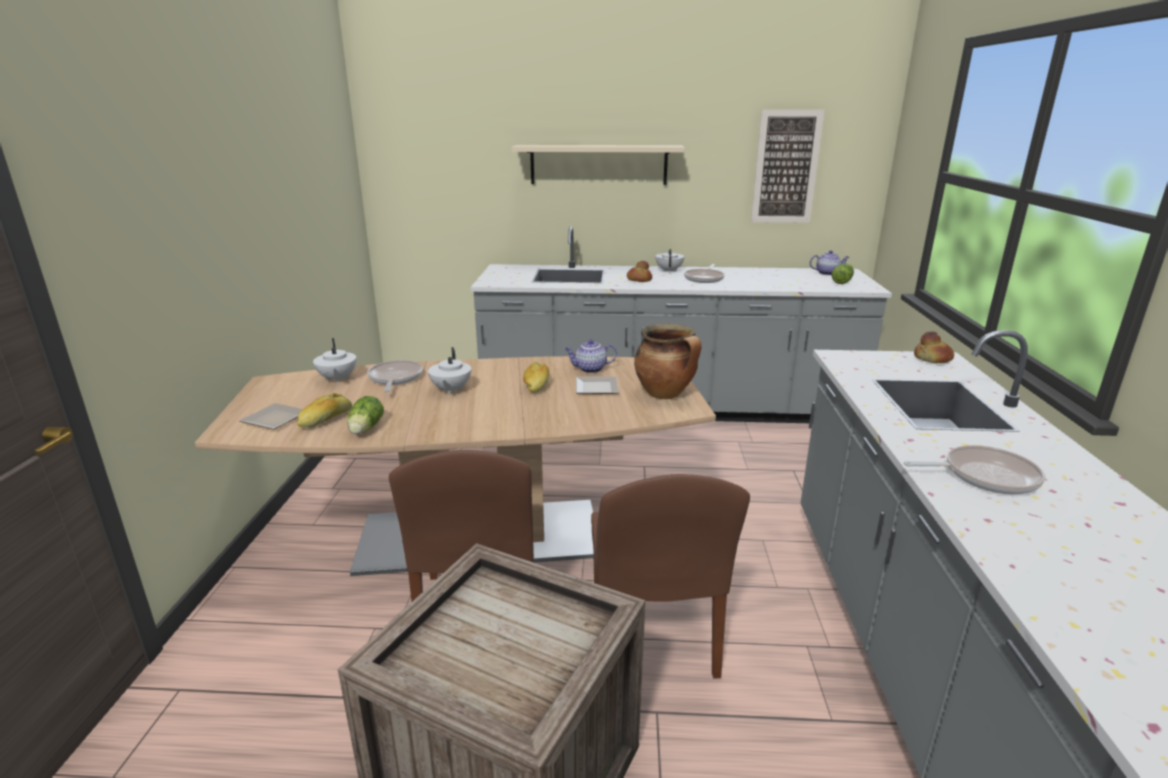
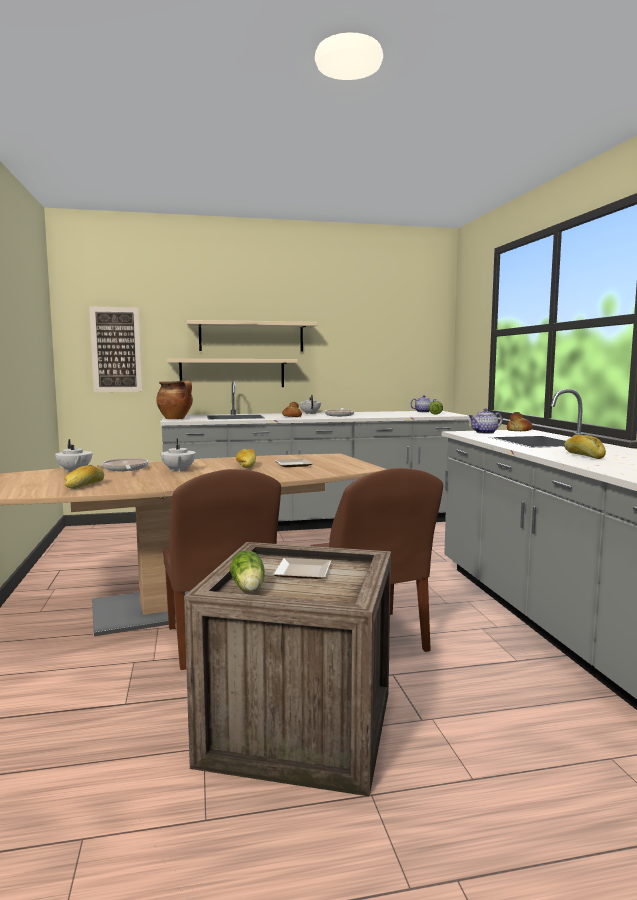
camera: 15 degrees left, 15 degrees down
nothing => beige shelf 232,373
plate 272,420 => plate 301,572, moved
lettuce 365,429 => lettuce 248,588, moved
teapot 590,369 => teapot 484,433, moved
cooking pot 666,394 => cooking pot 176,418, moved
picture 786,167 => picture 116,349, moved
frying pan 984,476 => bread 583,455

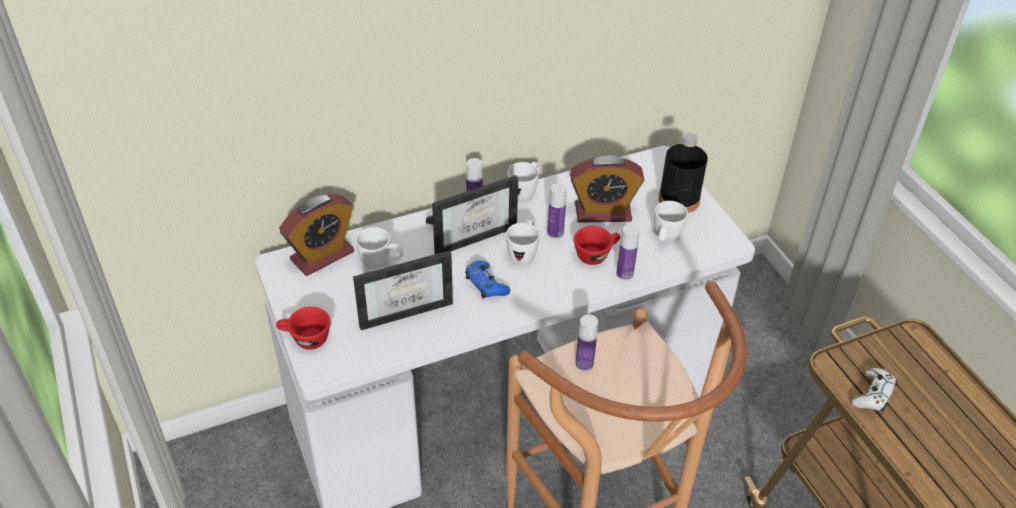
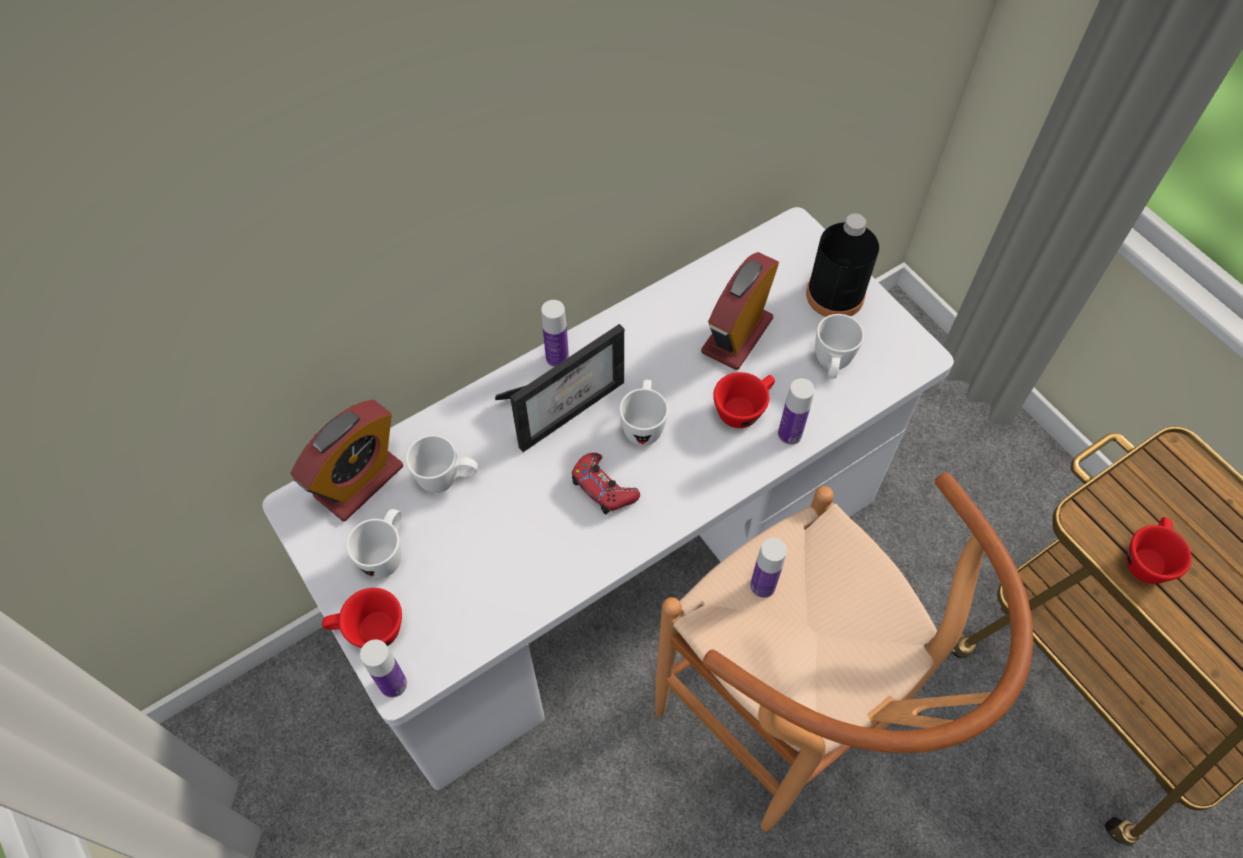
camera: 10 degrees left, 15 degrees up
picture frame 405,308 => nothing
white mug 525,192 => white mug 387,554, moved
bottle 555,233 => bottle 393,684, moved
white game controller 872,394 => red cup 1146,558
blue game controller 486,284 => red game controller 603,487
alarm clock 603,212 => alarm clock 737,335, 135 degrees clockwise

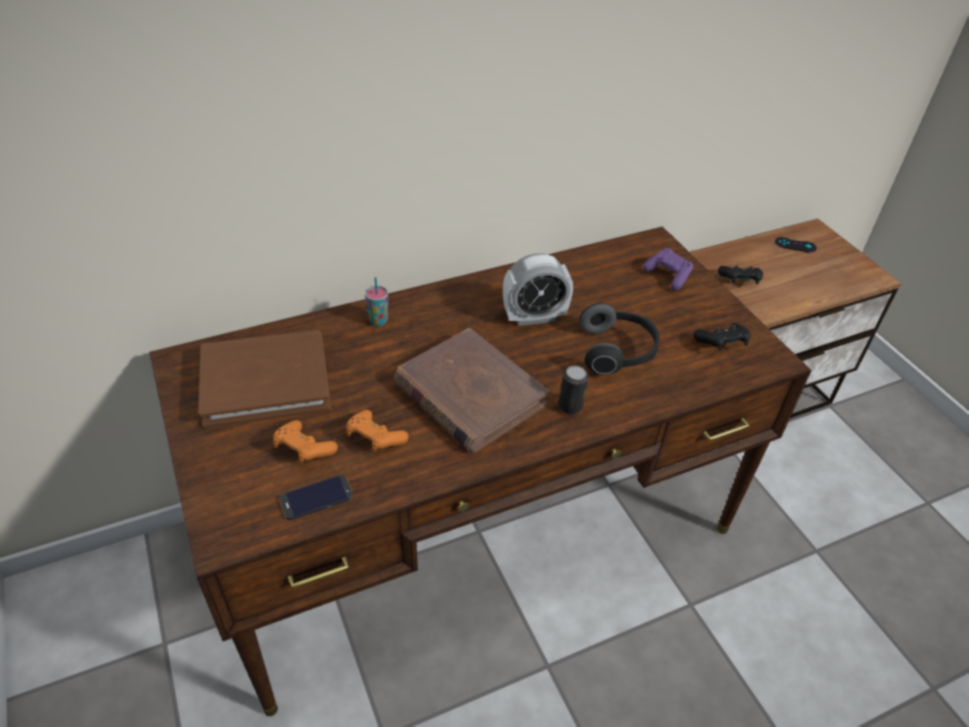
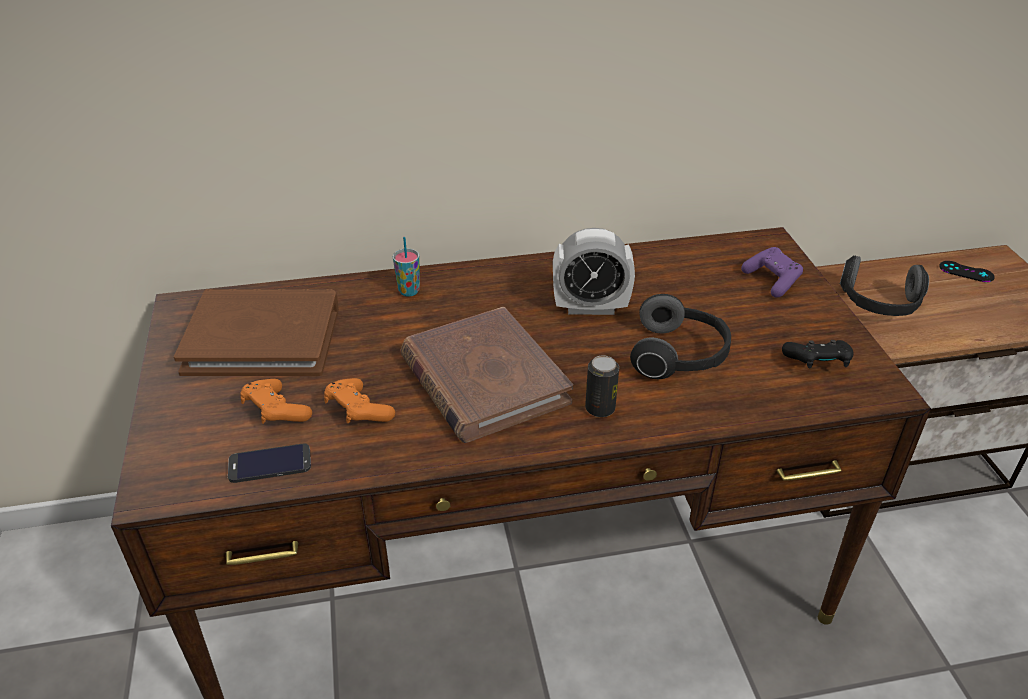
camera: 15 degrees right, 5 degrees down
black game controller 739,281 => headphones 879,305

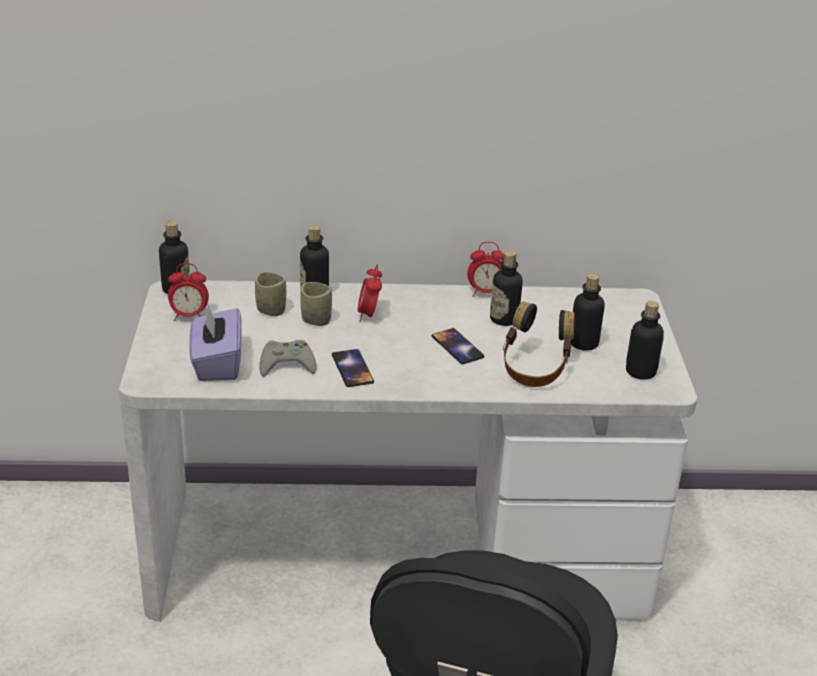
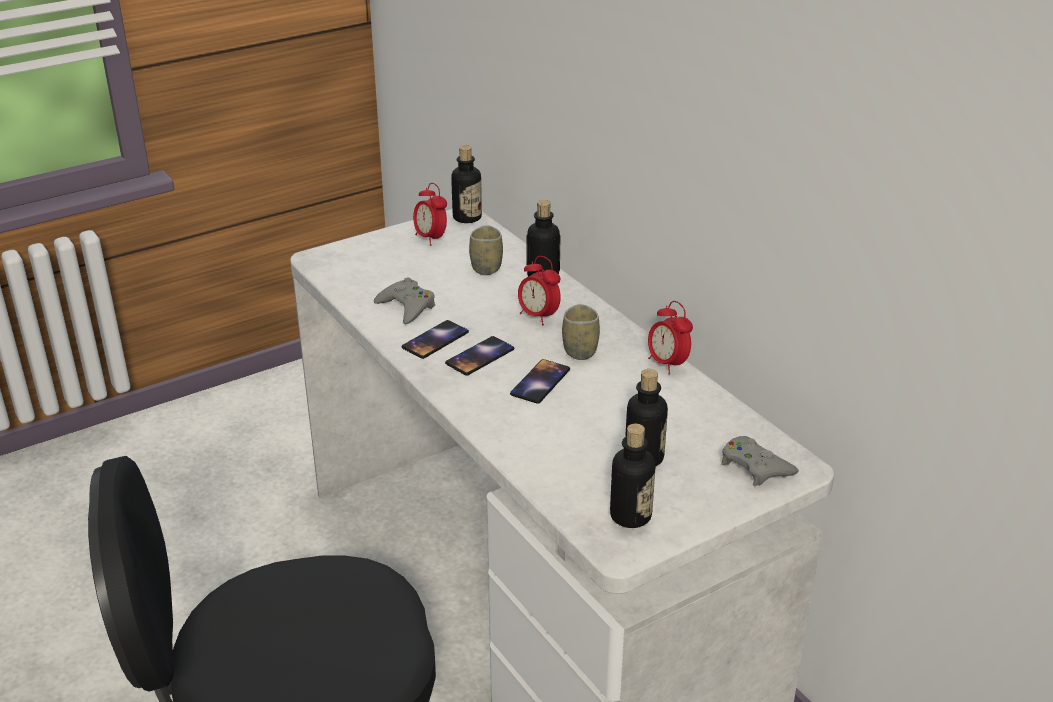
camera: 60 degrees right, 0 degrees up
purple tissue box 217,364 => nothing
bottle 504,319 => nothing
headphones 535,370 => nothing
nothing => phone 480,356
nothing => grey game controller 755,467
cup 316,320 => cup 580,351, moved
alarm clock 369,315 => alarm clock 538,316, 105 degrees counterclockwise

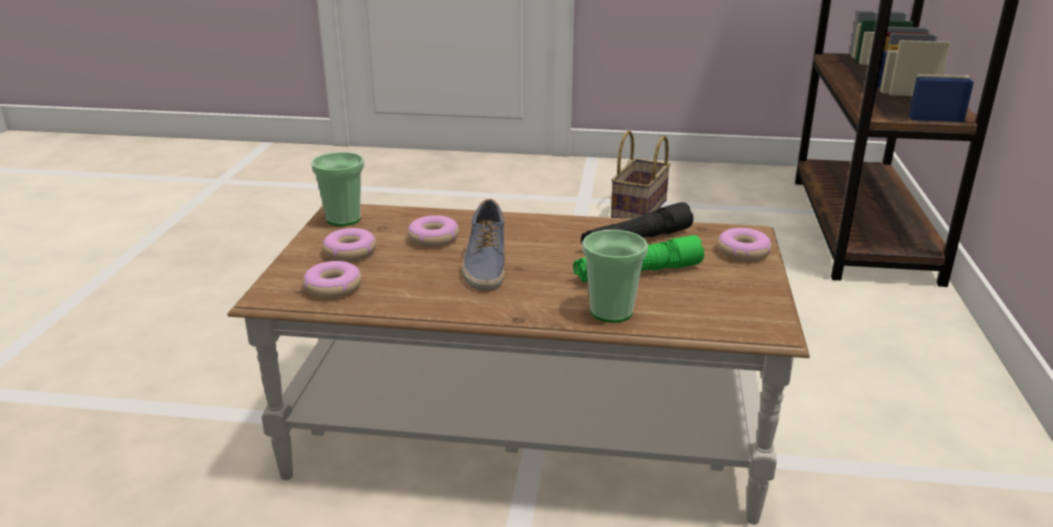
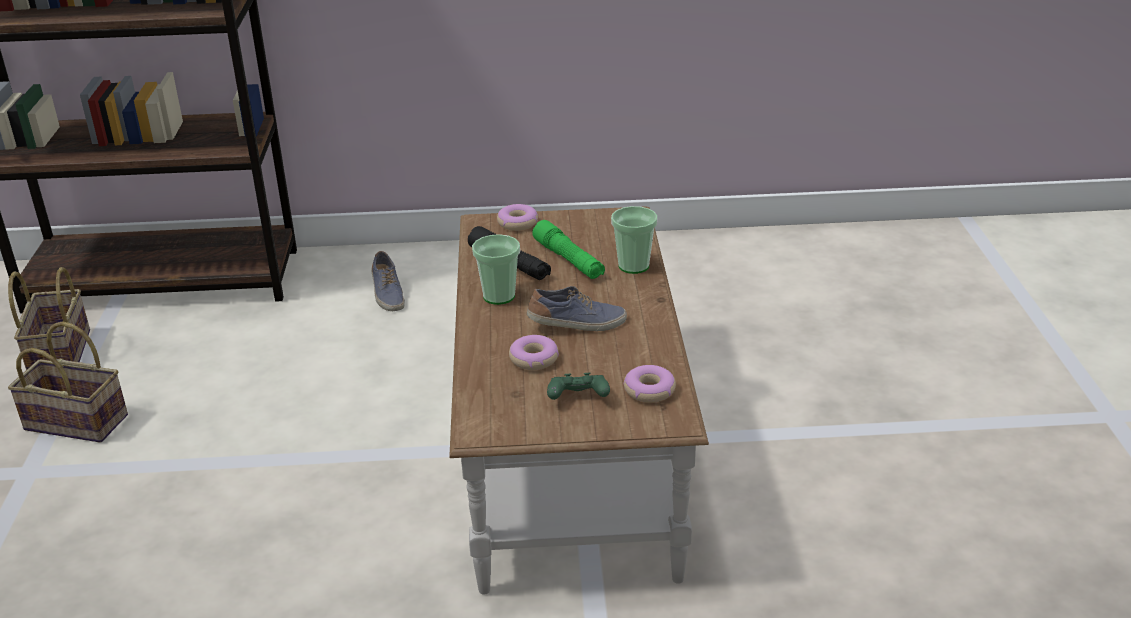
camera: 100 degrees left, 5 degrees up
nothing => basket 59,353
nothing => shoe 387,294
cup 343,219 => cup 499,296, moved
donut 350,252 => green game controller 578,399

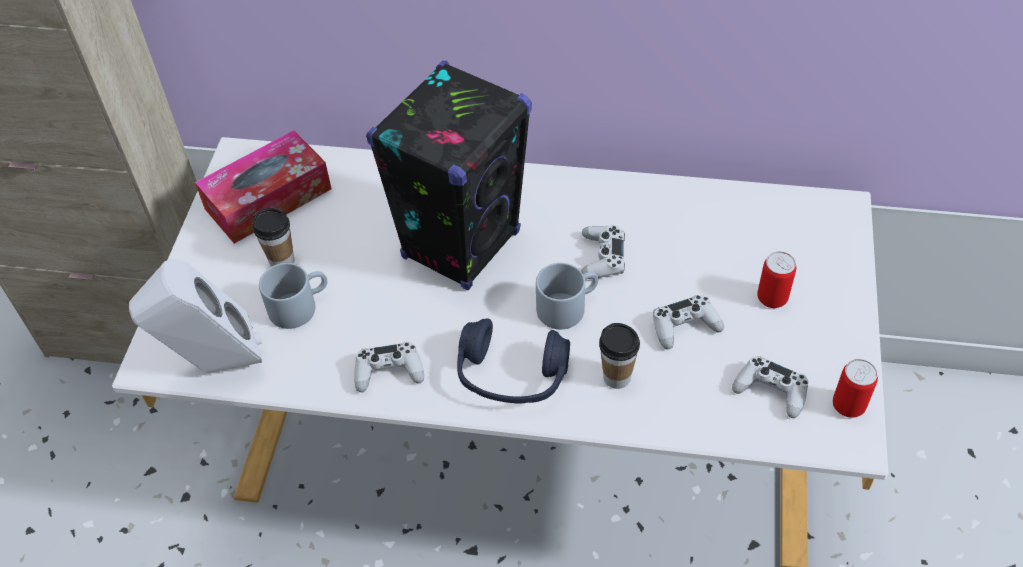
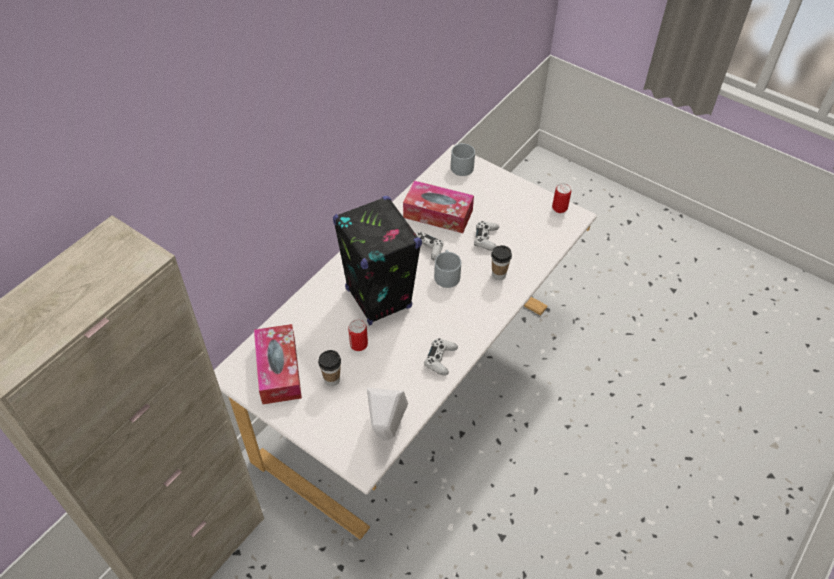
camera: 65 degrees left, 0 degrees up
blue headphones 511,375 => nothing
white game controller 771,391 => nothing
nothing => tissue box 438,214
grey mug 299,305 => grey mug 461,165, moved
can 772,298 => can 359,345, moved

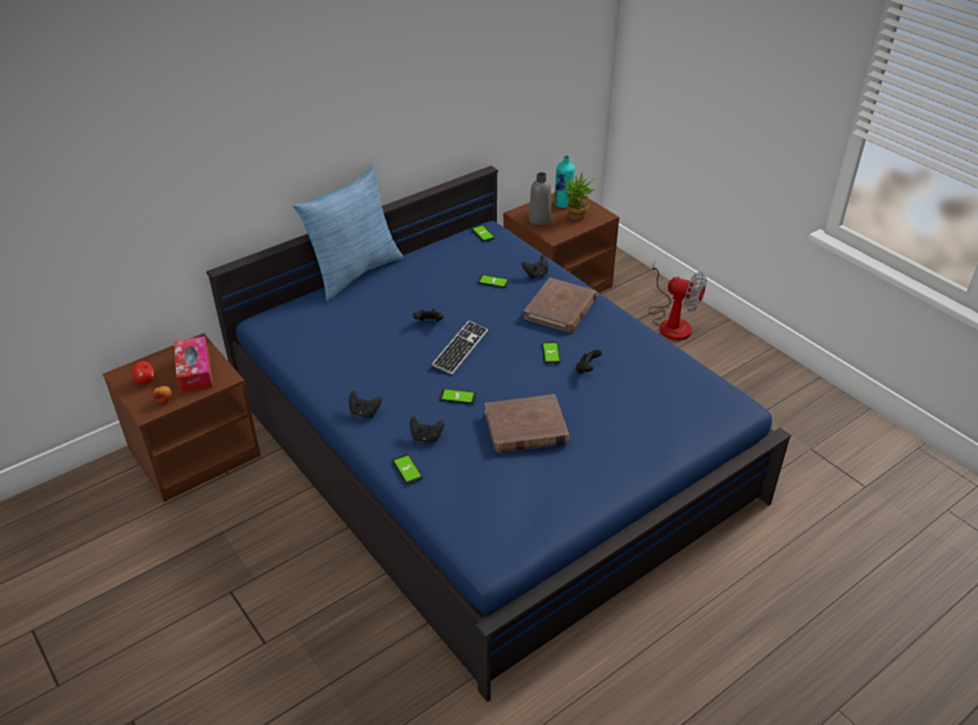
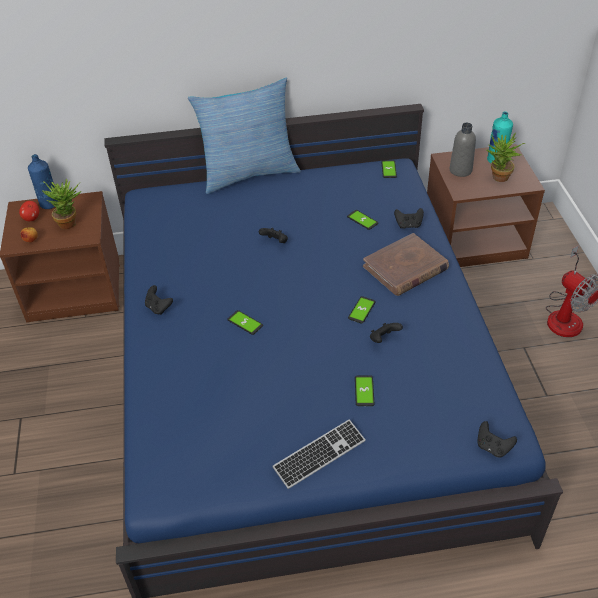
camera: 30 degrees right, 5 degrees up
brown book 526,428 => nothing
nothing => blue bottle 49,204
phone 407,469 => phone 364,391, moved
black game controller 426,437 => black game controller 493,447, moved
keyboard 460,349 => keyboard 319,455, moved
tissue box 195,371 => potted plant 70,222

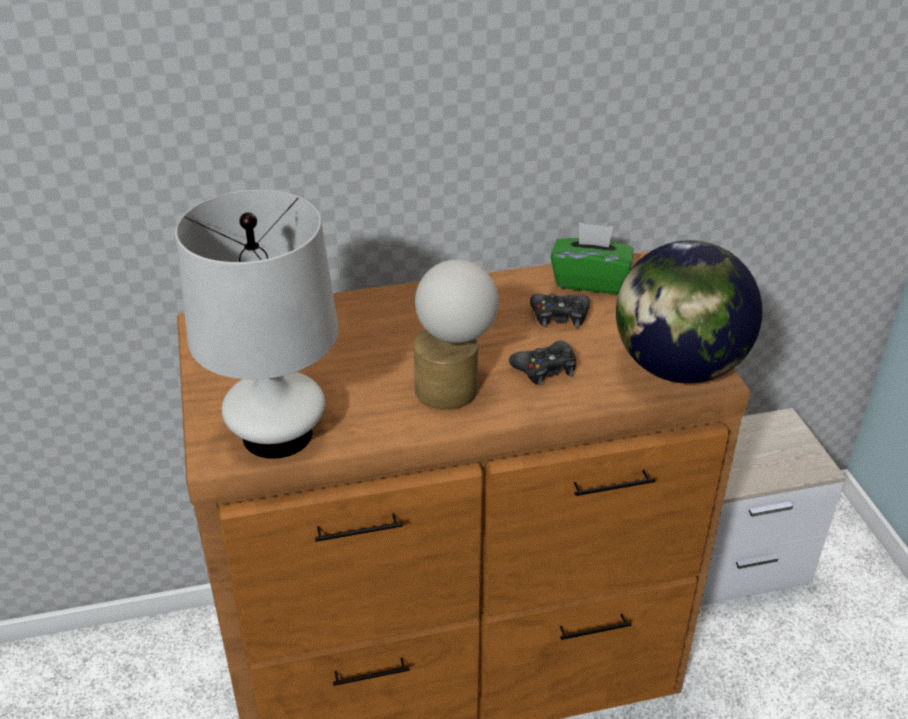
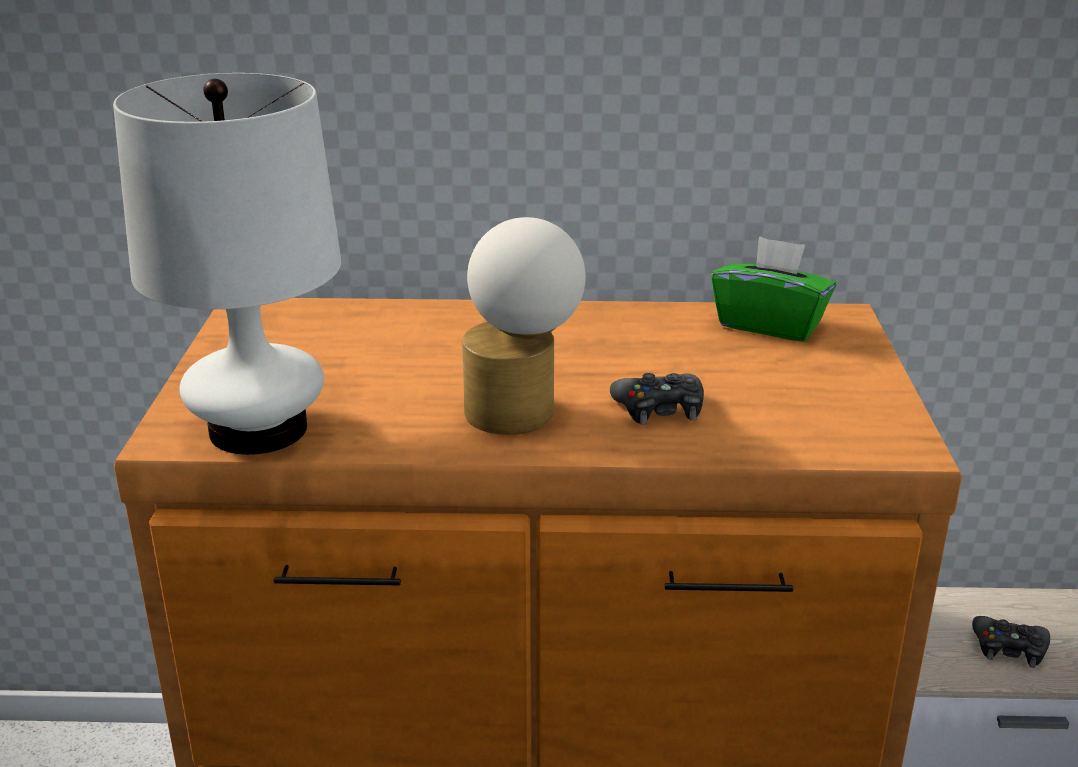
camera: 15 degrees right, 10 degrees down
globe 677,368 => nothing
black game controller 559,316 => black game controller 1009,648, moved

